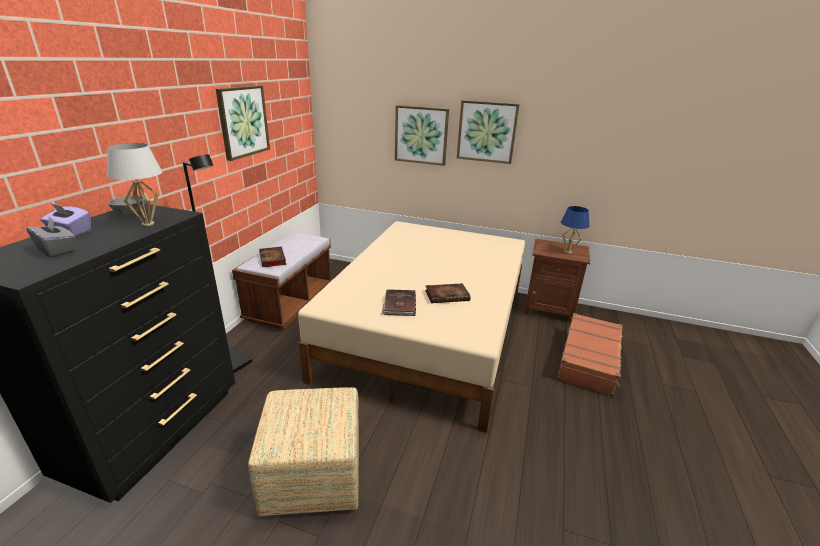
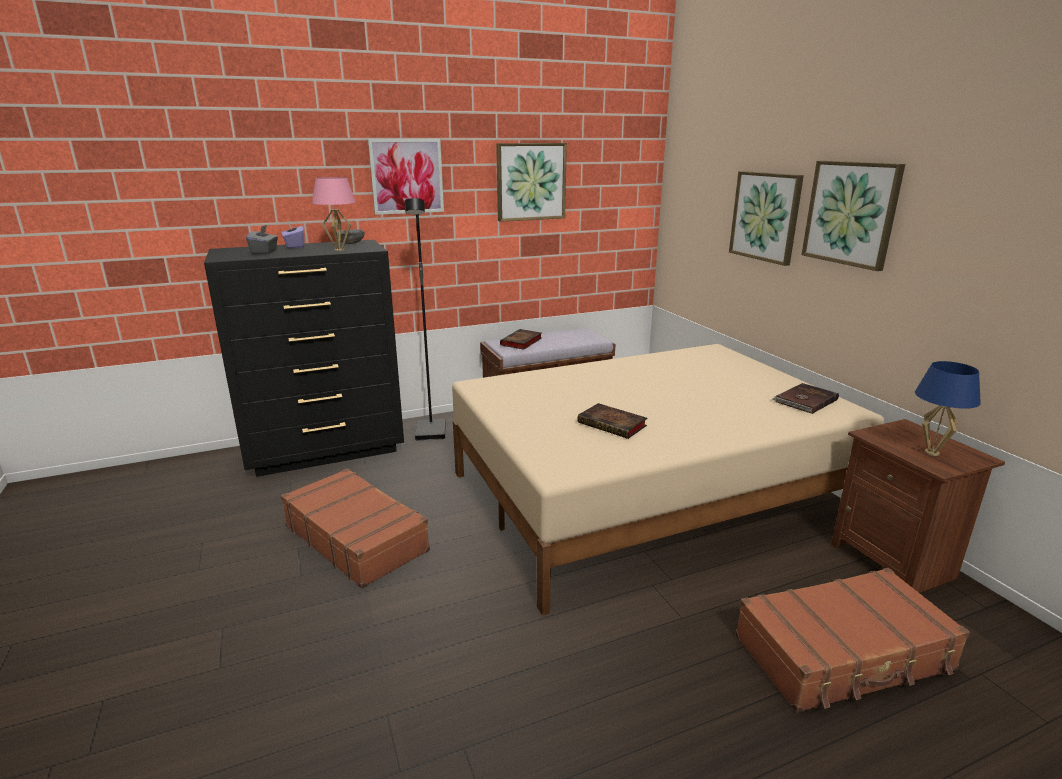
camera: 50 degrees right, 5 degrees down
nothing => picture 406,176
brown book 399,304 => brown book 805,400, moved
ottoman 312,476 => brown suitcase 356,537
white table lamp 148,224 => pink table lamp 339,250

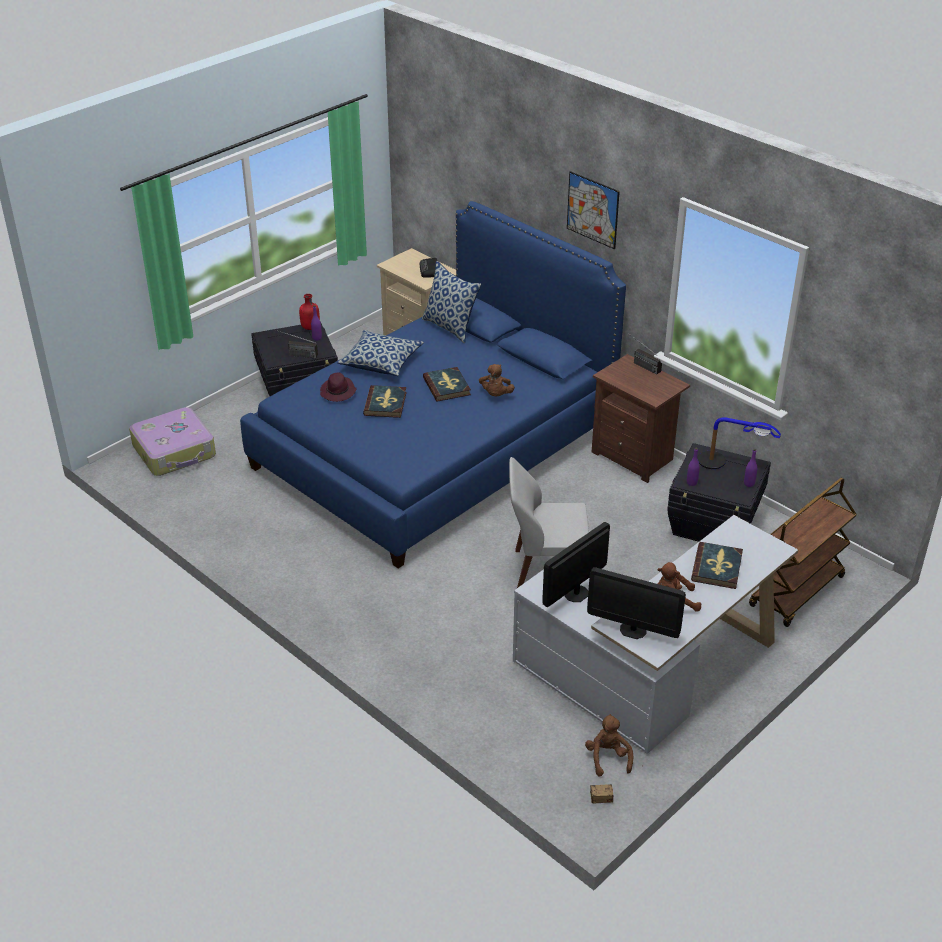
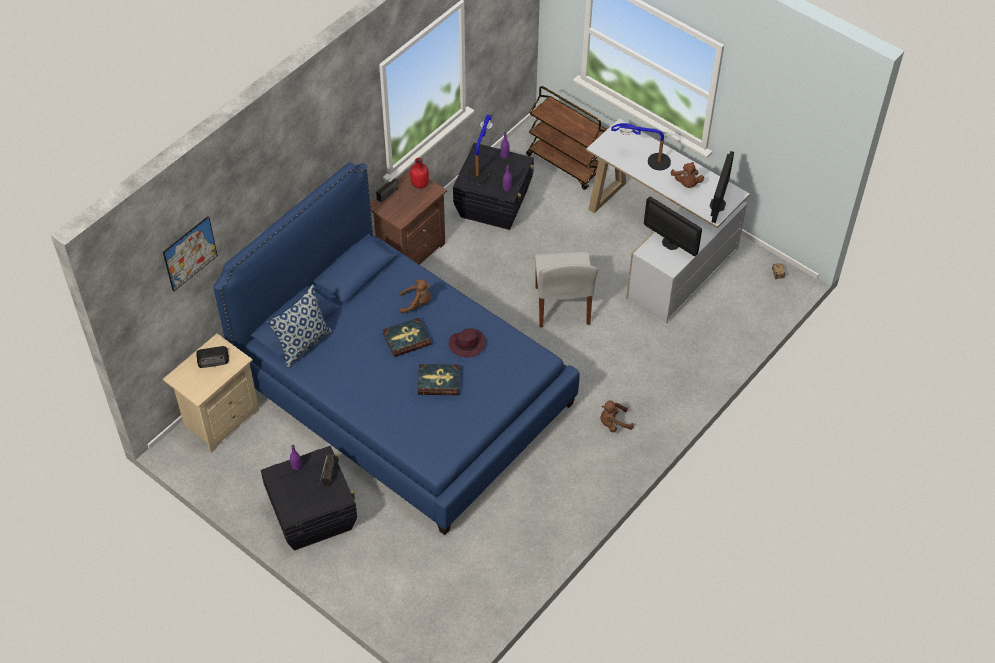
camera: 95 degrees left, 15 degrees up
suitcase 175,451 => nothing
pillow 381,362 => nothing
red bottle 310,328 => red bottle 420,184, moved
purple hat 338,392 => purple hat 467,344, moved
picture 592,210 => picture 190,253, moved
brown plush toy 608,758 => brown plush toy 613,423, moved
book 717,568 => table lamp 646,160

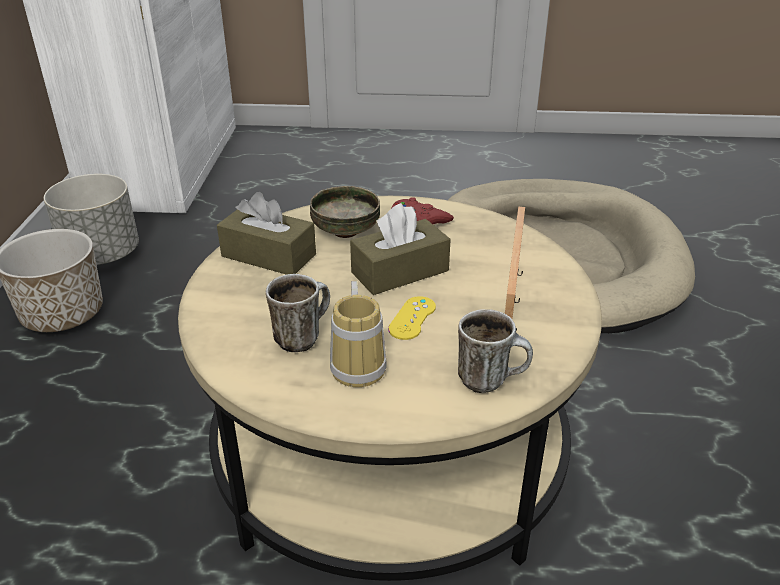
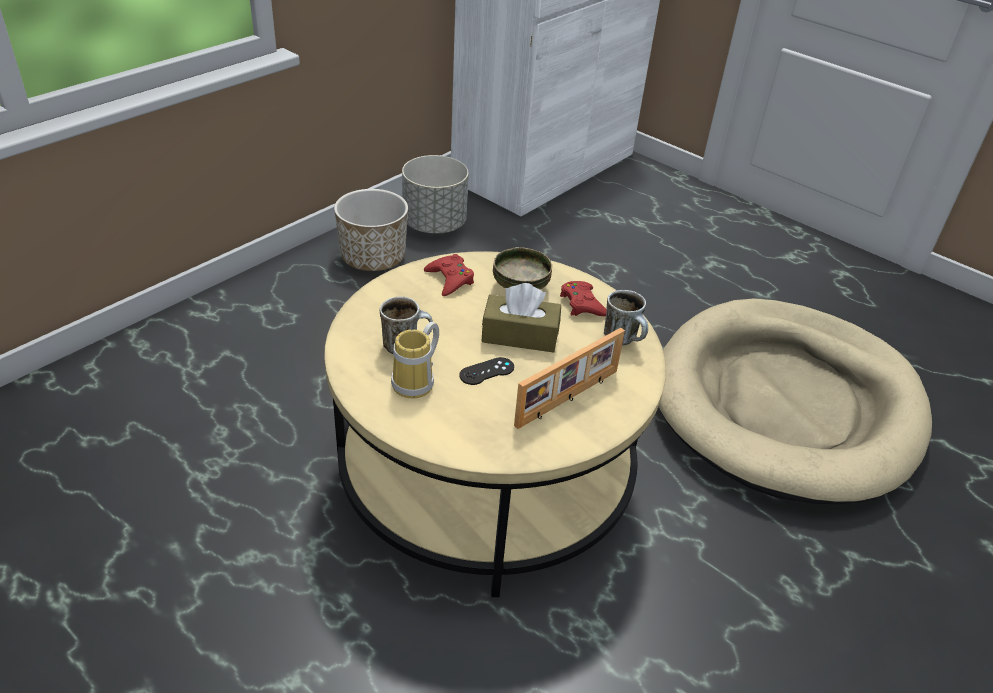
camera: 35 degrees right, 5 degrees up
mug 491,380 => mug 624,340, moved
brown tissue box 268,255 => red game controller 450,279
yellow game controller 412,318 => black game controller 487,371

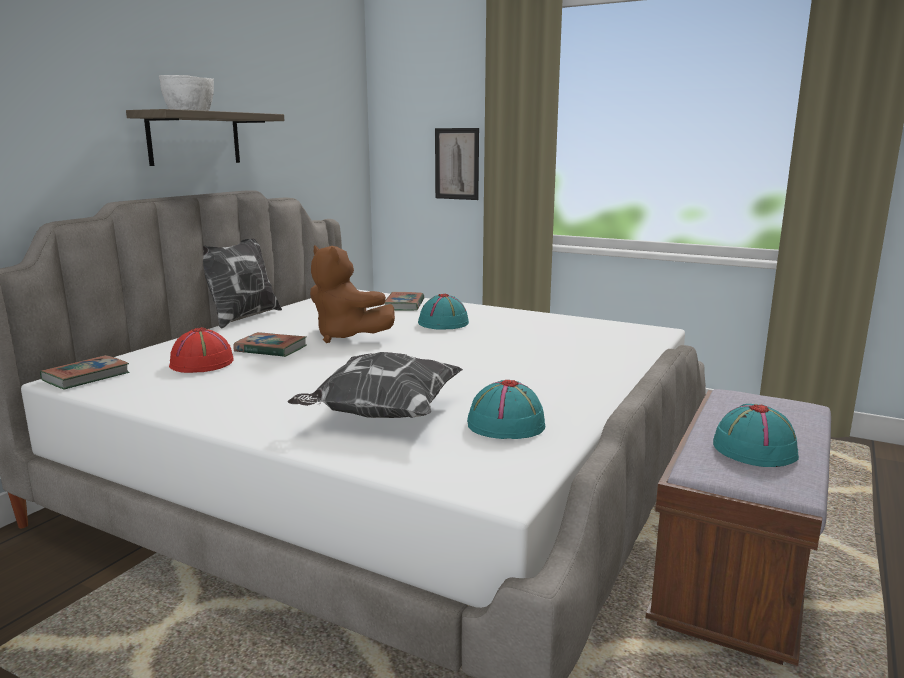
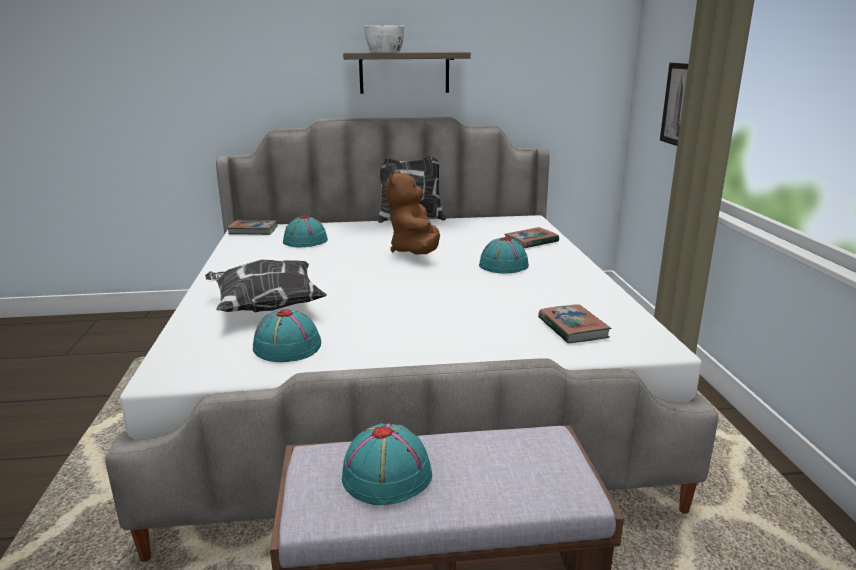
camera: 55 degrees right, 5 degrees up
book 271,349 => book 572,328, moved
red hat 202,364 => turquoise hat 305,241

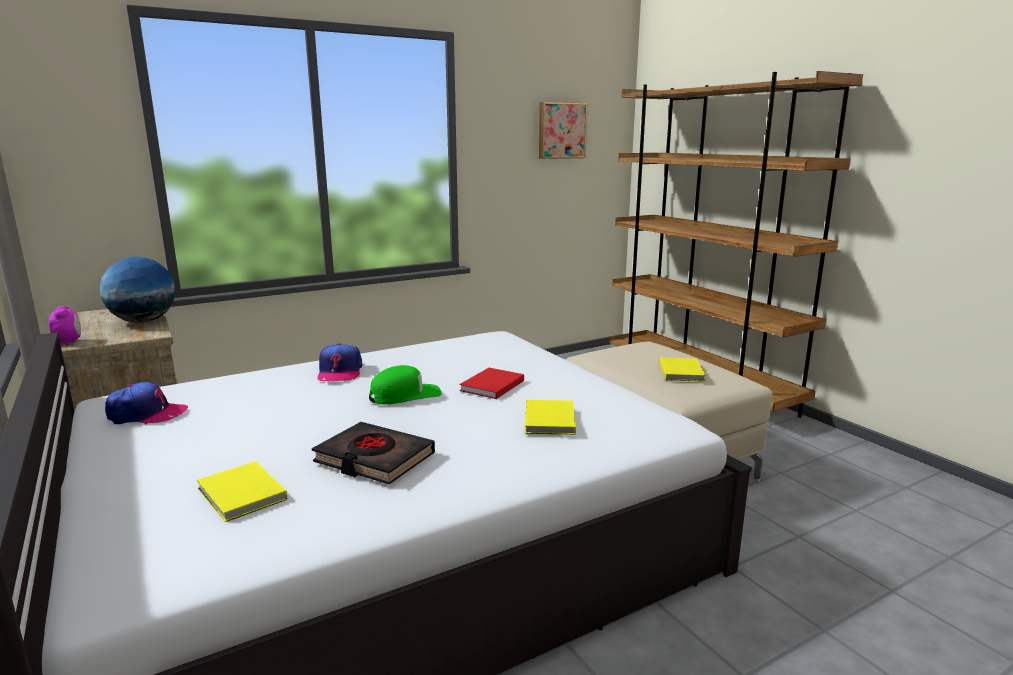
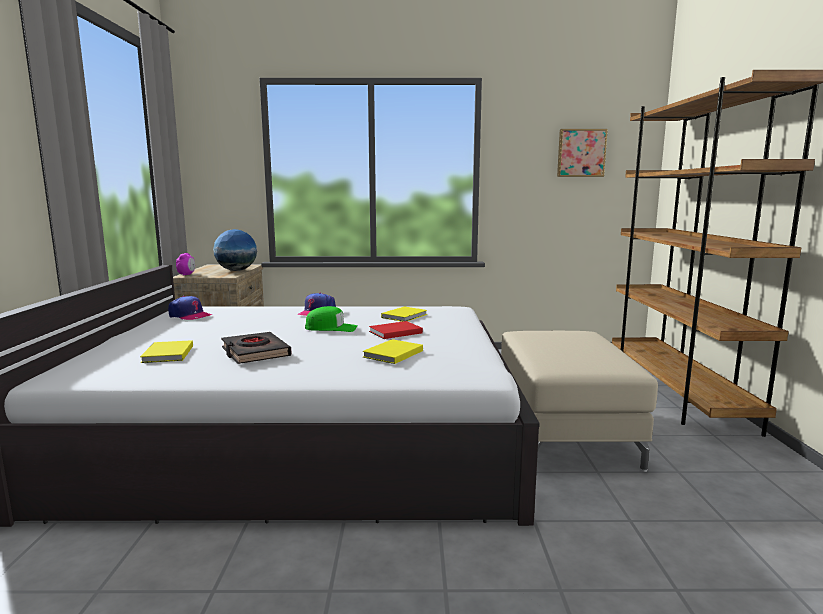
camera: 30 degrees right, 5 degrees down
yellow book 682,371 => yellow book 405,316, moved

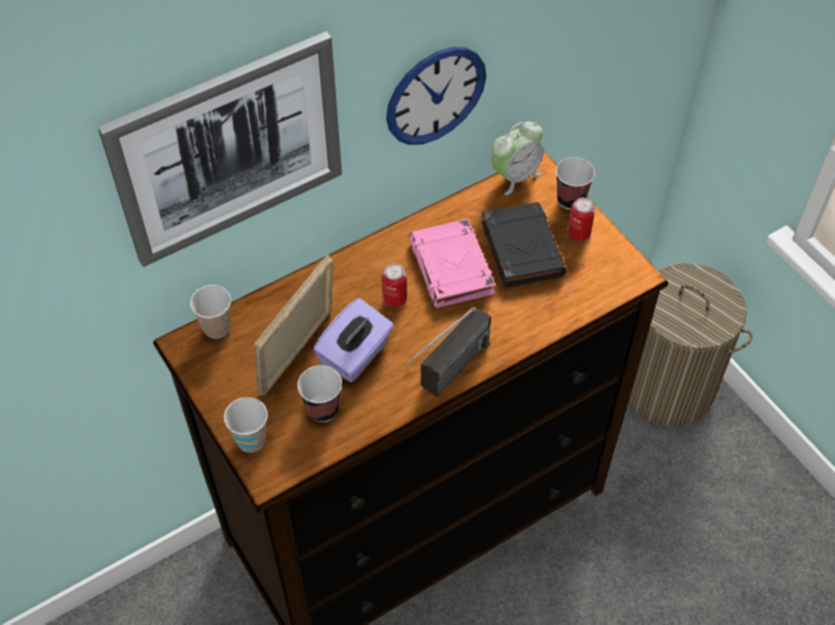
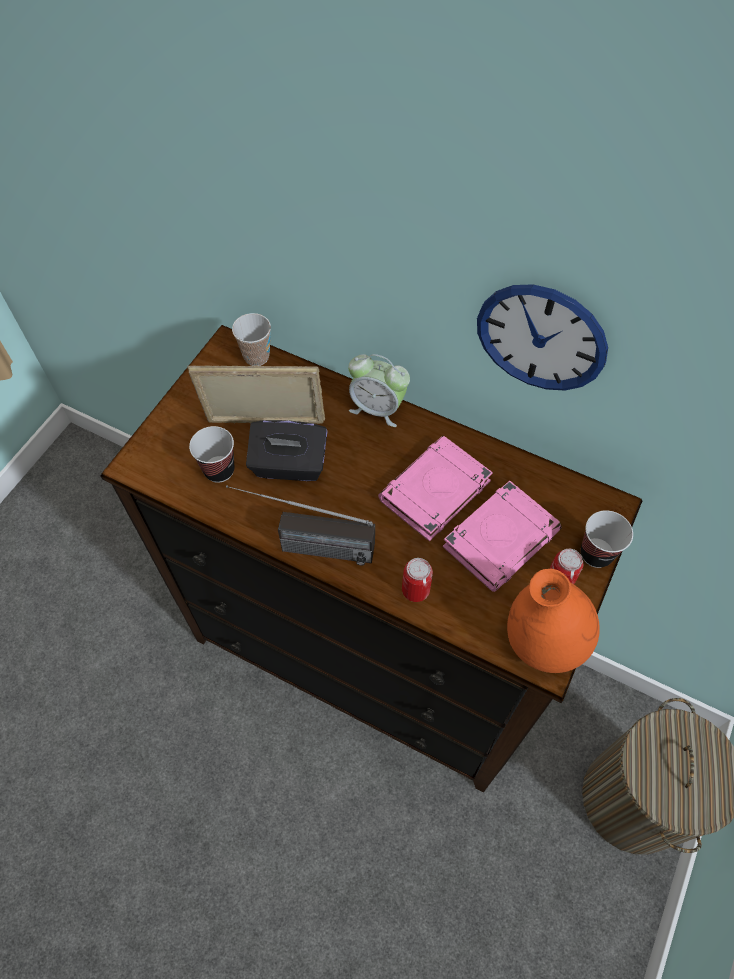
camera: 60 degrees right, 5 degrees up
picture 228,149 => nothing
cup 251,440 => nothing
nothing => orange vase 543,642
can 394,298 => can 415,590, moved
alarm clock 515,176 => alarm clock 377,408, moved
purple tissue box 355,355 => black tissue box 289,465
black book 521,248 => pink book 501,538

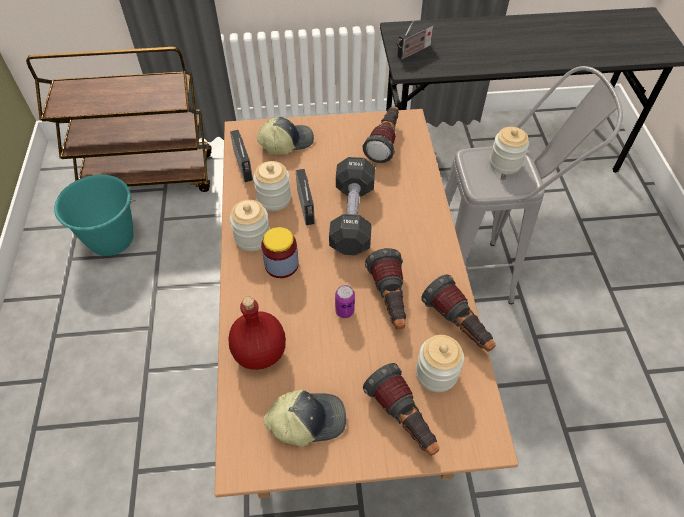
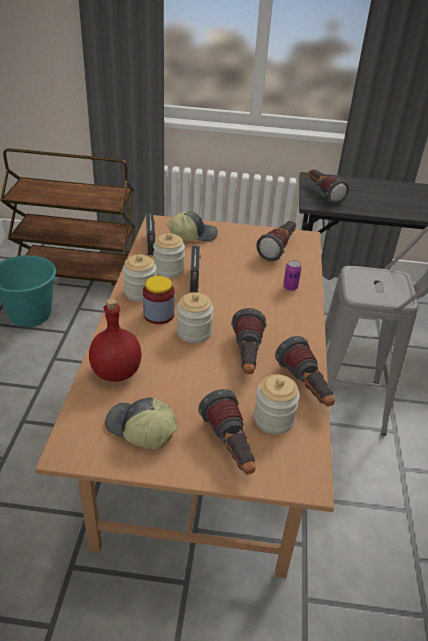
camera: 10 degrees right, 15 degrees down
black dumbbell 352,217 => nothing
can 344,311 => can 290,287, moved
jar 505,163 => jar 194,332, moved
radio 412,52 => flashlight 323,194
cap 307,420 => cap 140,430, 150 degrees counterclockwise

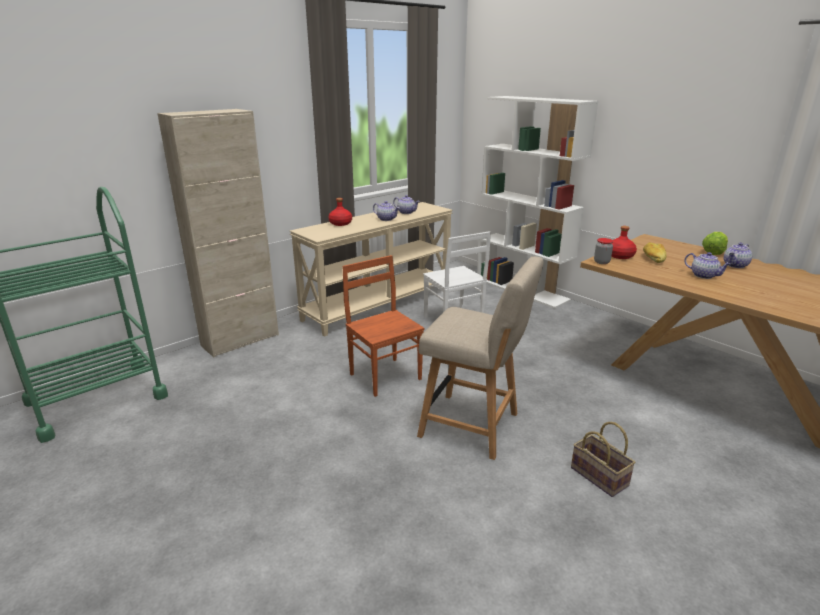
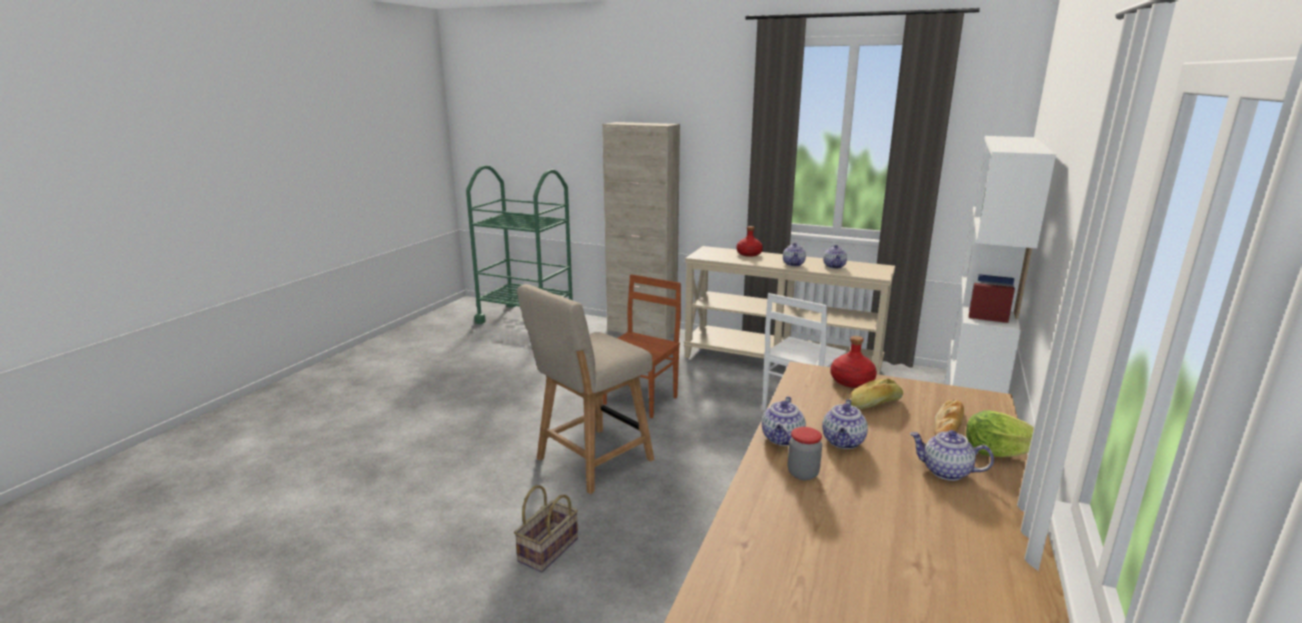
camera: 65 degrees right, 5 degrees down
nothing => teapot 782,439
nothing => bread 948,424
jar 601,262 => jar 803,473, moved
beige chair 474,426 => beige chair 590,461, 45 degrees clockwise

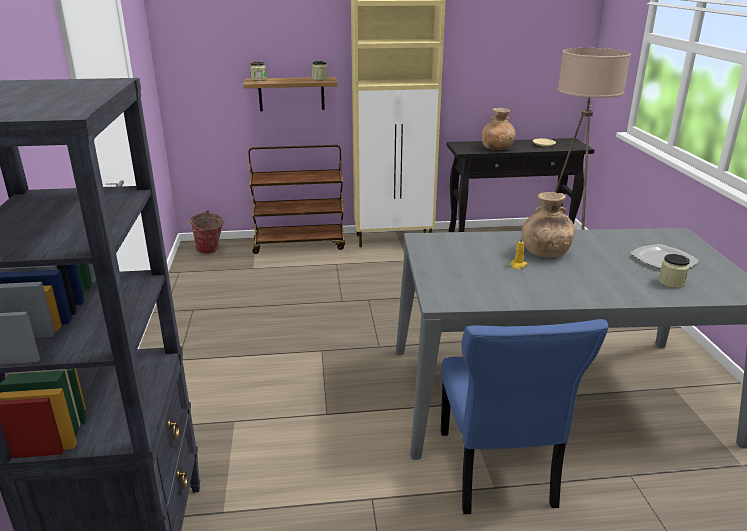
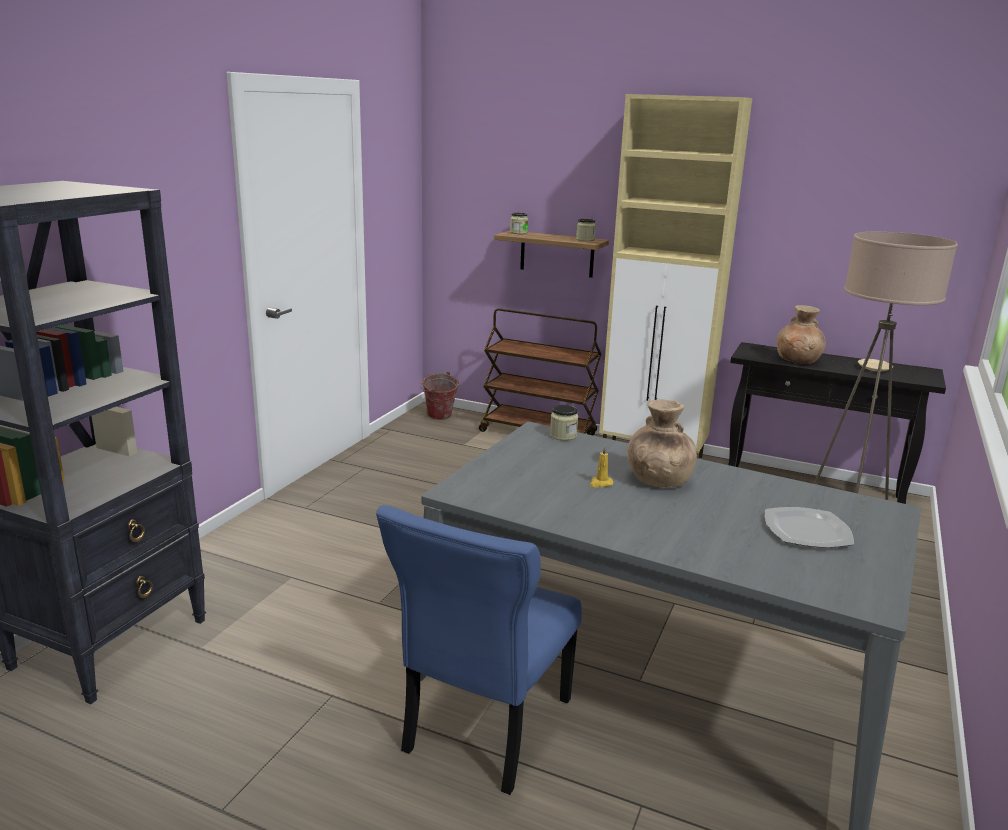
camera: 30 degrees right, 5 degrees down
jar 671,282 => jar 563,435, moved

